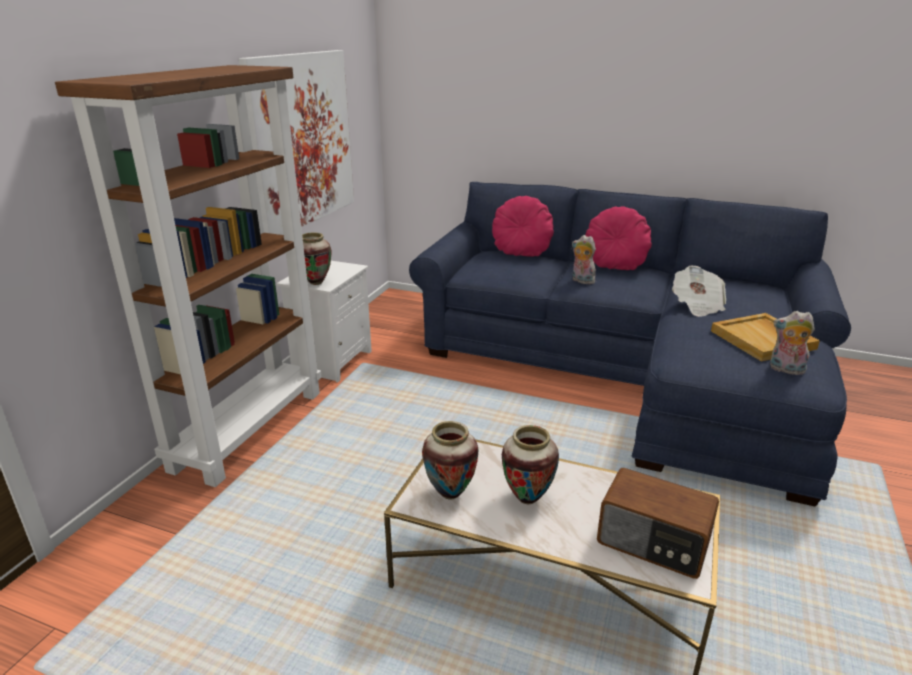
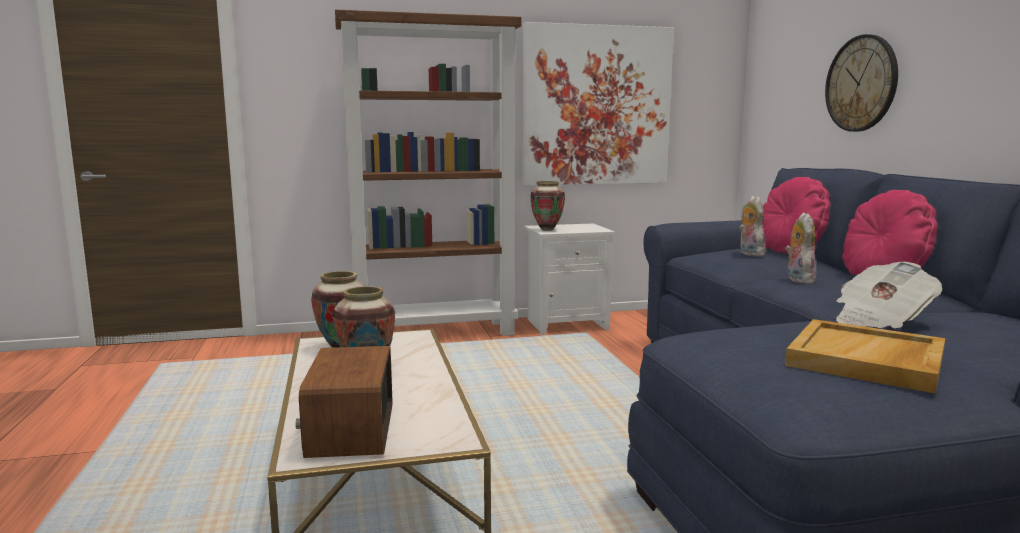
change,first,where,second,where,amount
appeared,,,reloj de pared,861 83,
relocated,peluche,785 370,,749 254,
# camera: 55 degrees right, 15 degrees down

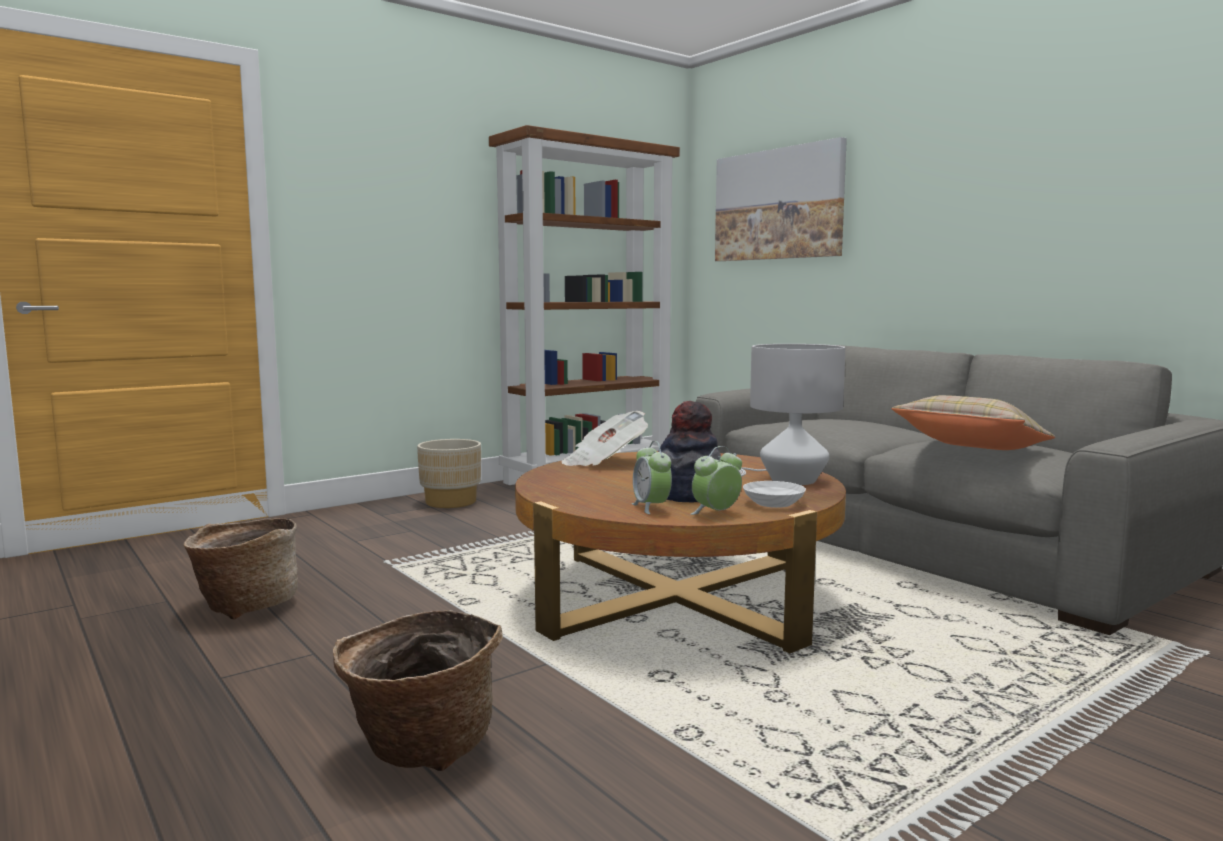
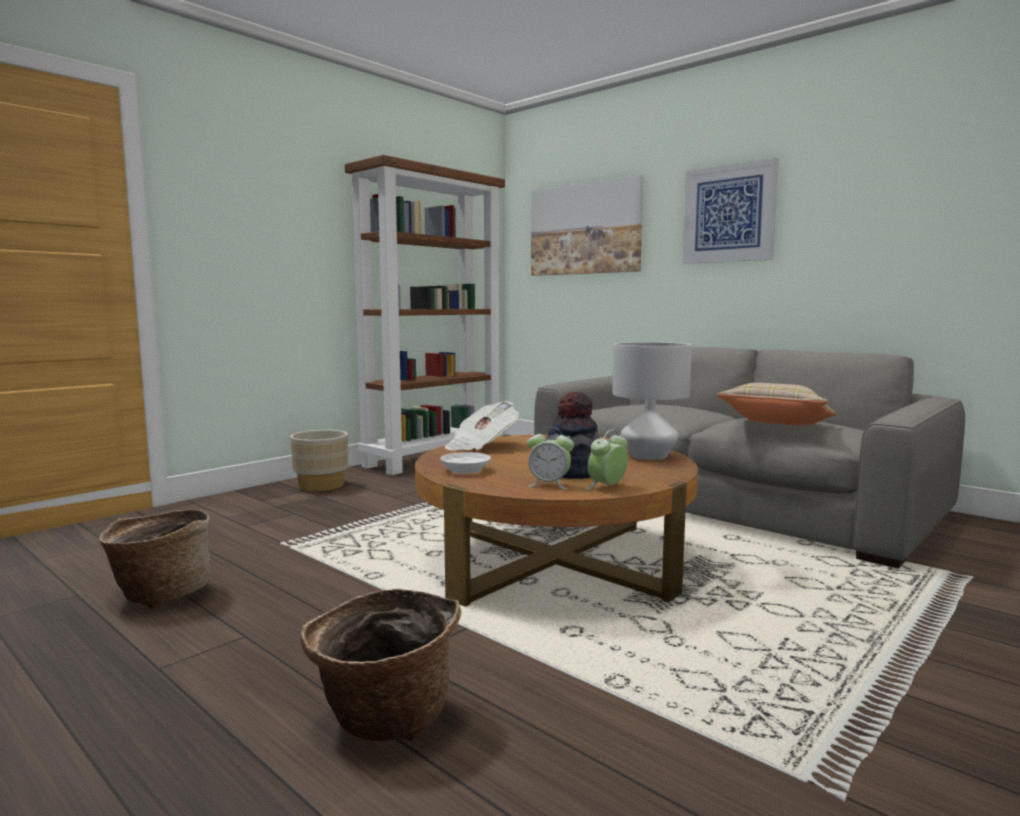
change,first,where,second,where,amount
appeared,,,cuadro,729 214,
relocated,cuenco [blanco],775 503,,467 470,
spun,despertador,651 507,,549 485,45 degrees counterclockwise
# camera: 10 degrees left, 0 degrees up

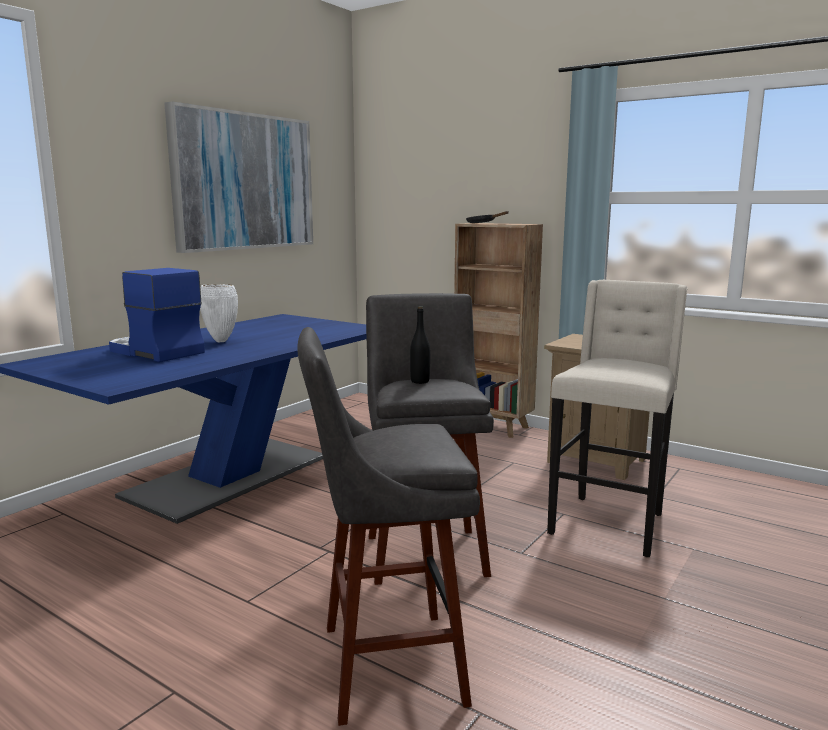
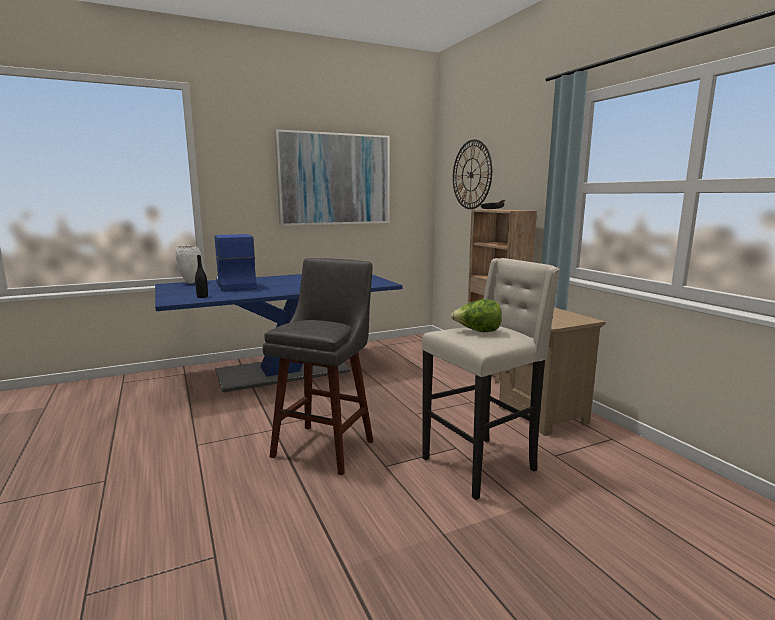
change,first,where,second,where,amount
missing,taburete [gris],385 664,,,
appeared,,,lechuga,477 332,
appeared,,,reloj de pared,471 175,
relocated,florero [blanco],221 341,,191 283,
relocated,botella [negro],420 381,,202 297,
# camera: 30 degrees right, 0 degrees up

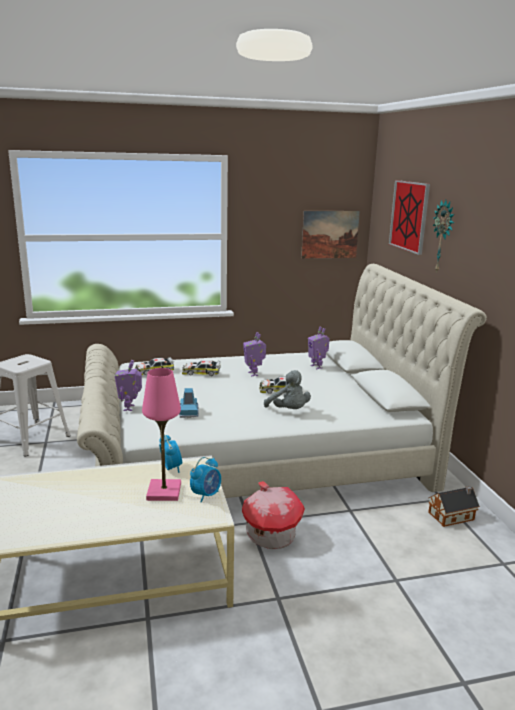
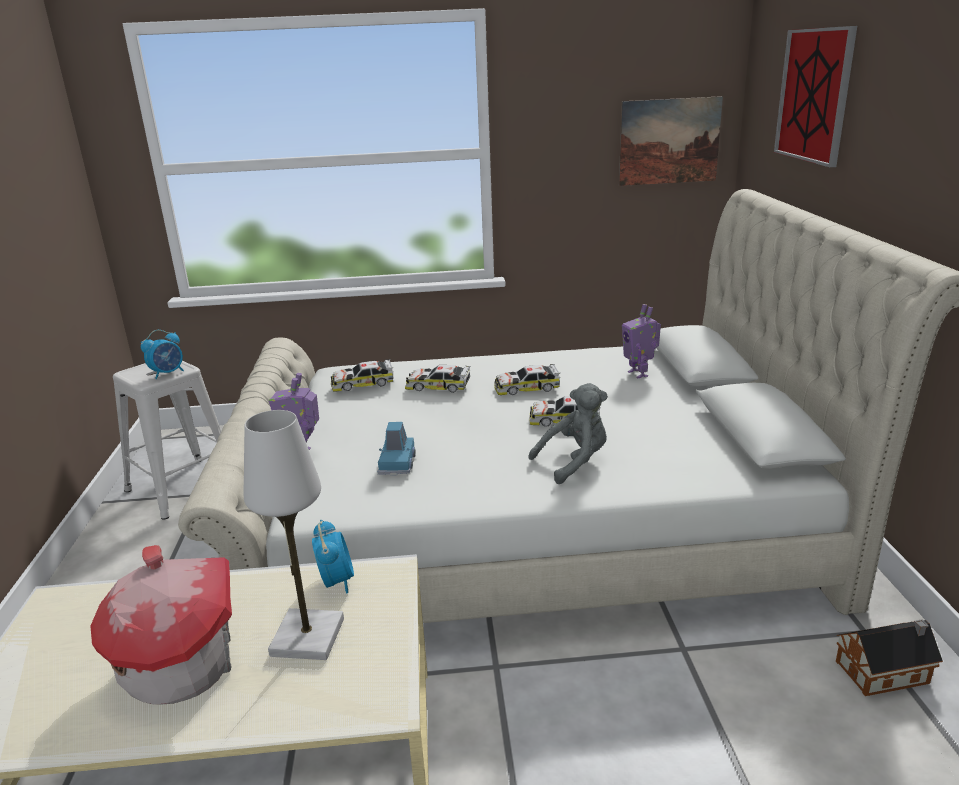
change,first,where,second,where,amount
missing,reloj de pared,444 236,,,
relocated,despertador,206 495,,168 373,
relocated,casita,271 535,,181 665,
exchanged,robot de juguete,254 374,coche de juguete,526 388,
colour,lámpara de mesa [rosa],164 492,lámpara de mesa [blanco],308 637,
spun,peluche [gris],289 411,,574 462,90 degrees counterclockwise
# camera: 10 degrees right, 5 degrees up

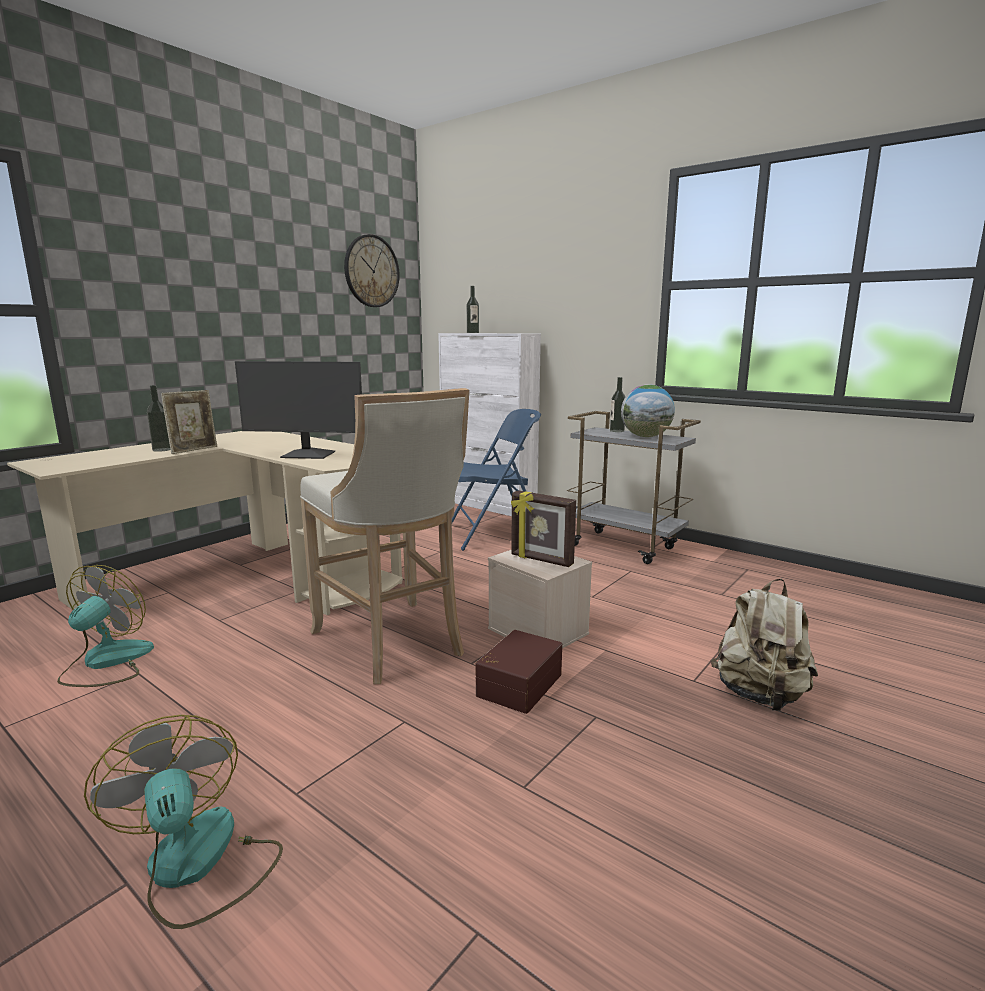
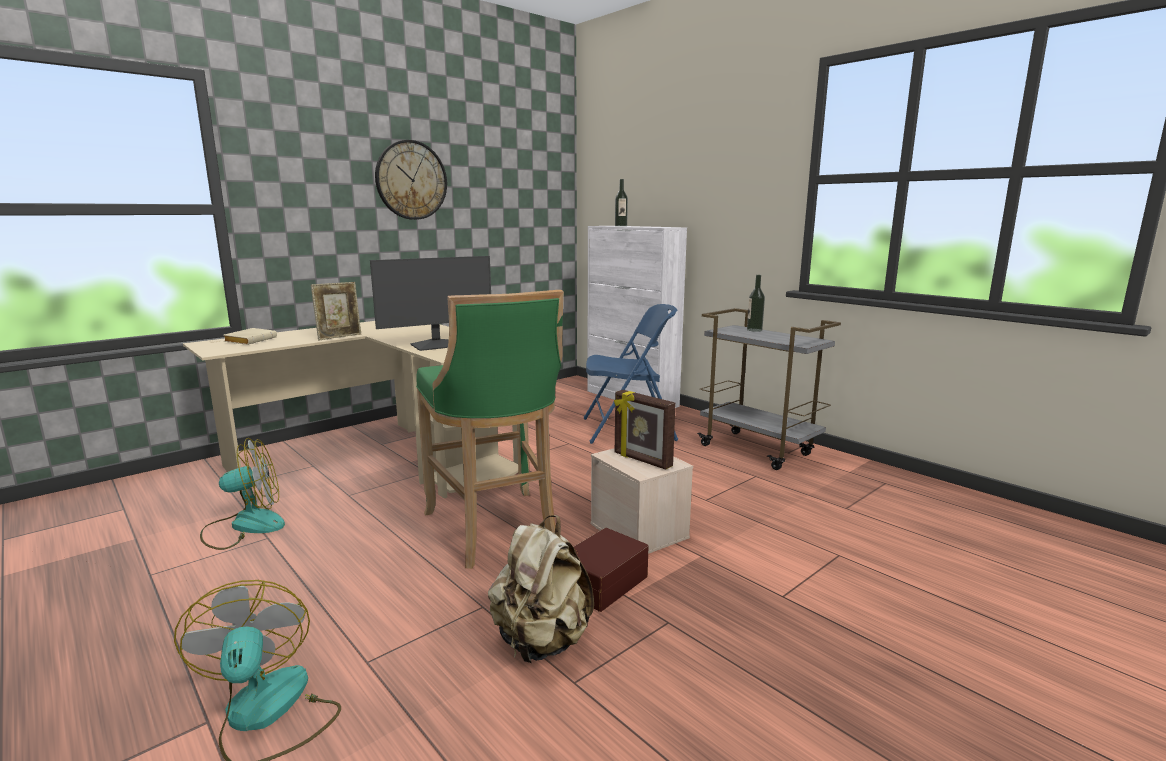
change,first,where,second,where,amount
missing,botella,162 449,,,
missing,globo terráqueo,645 436,,,
appeared,,,libro [beis],251 340,
relocated,reloj de pared,371 271,,411 180,
relocated,mochila [beis],760 695,,541 642,
colour,taburete [beis],393 643,taburete [verde],495 531,
spun,ventilador,106 663,,244 526,45 degrees clockwise
spun,monitor,308 455,,436 345,45 degrees counterclockwise
# camera: 10 degrees right, 0 degrees up

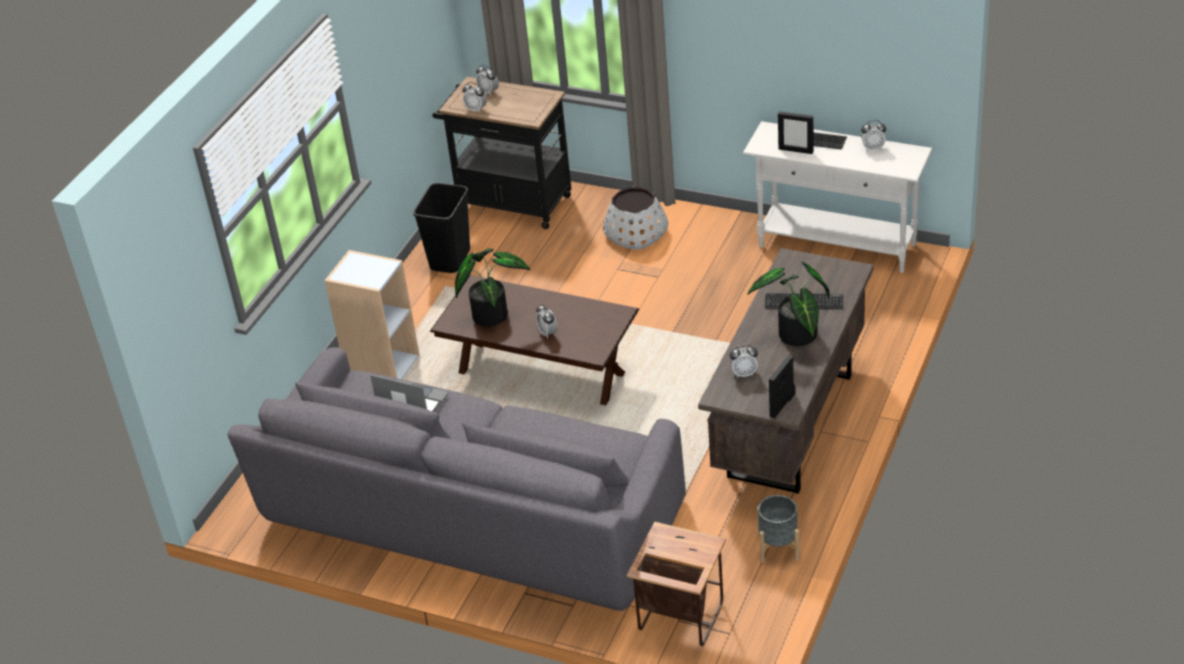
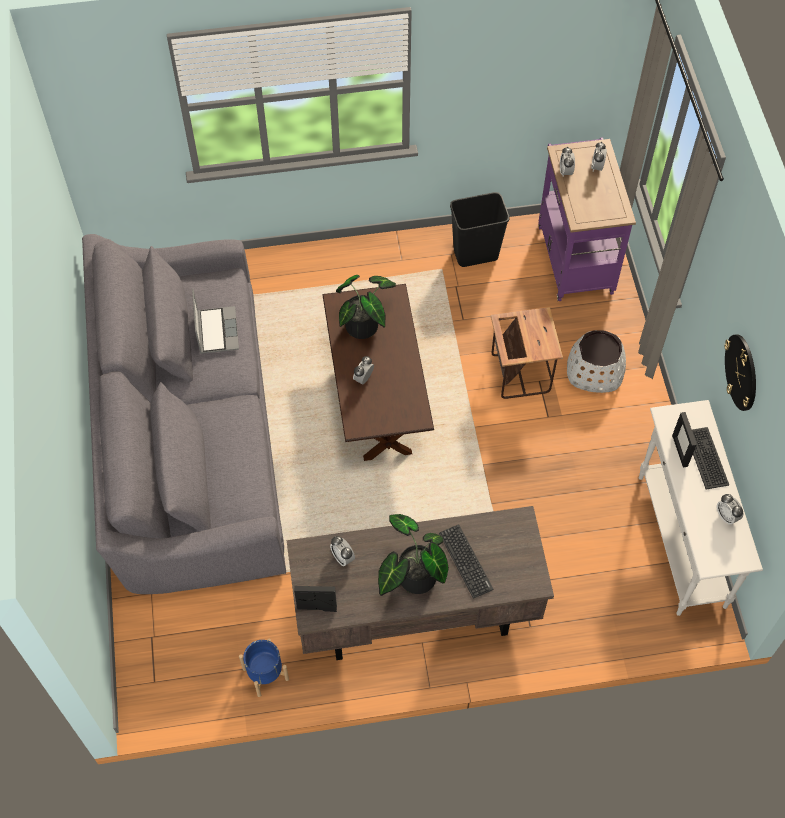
change,first,where,second,where,amount
missing,estantería,382 364,,,
appeared,,,reloj de pared,741 372,
relocated,mesa auxiliar,679 617,,520 373,
colour,carrito [negro],511 204,carrito [morado],574 257,
colour,maceta [gris],778 547,maceta [azul],265 674,
# camera: 55 degrees right, 20 degrees up

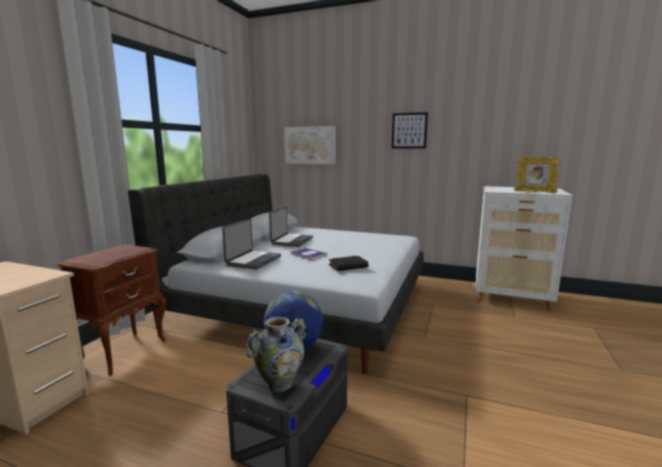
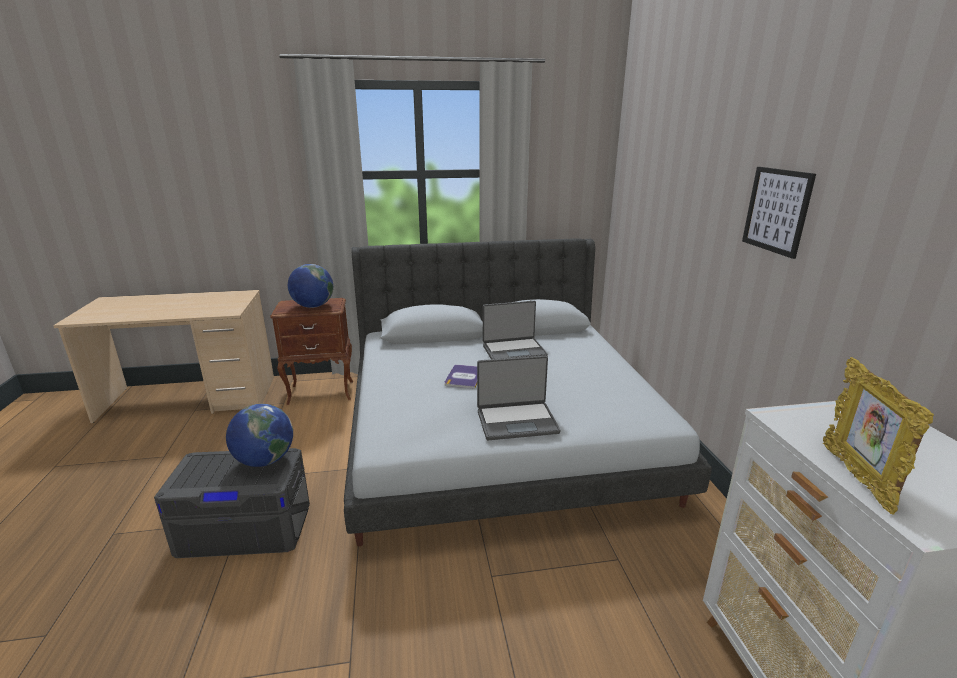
change,first,where,second,where,amount
missing,florero,279 384,,,
missing,cuadro,310 145,,,
missing,libro [negro],348 266,,,
appeared,,,globo terráqueo,313 306,
relocated,portátil,253 260,,517 421,
# camera: 60 degrees right, 10 degrees up

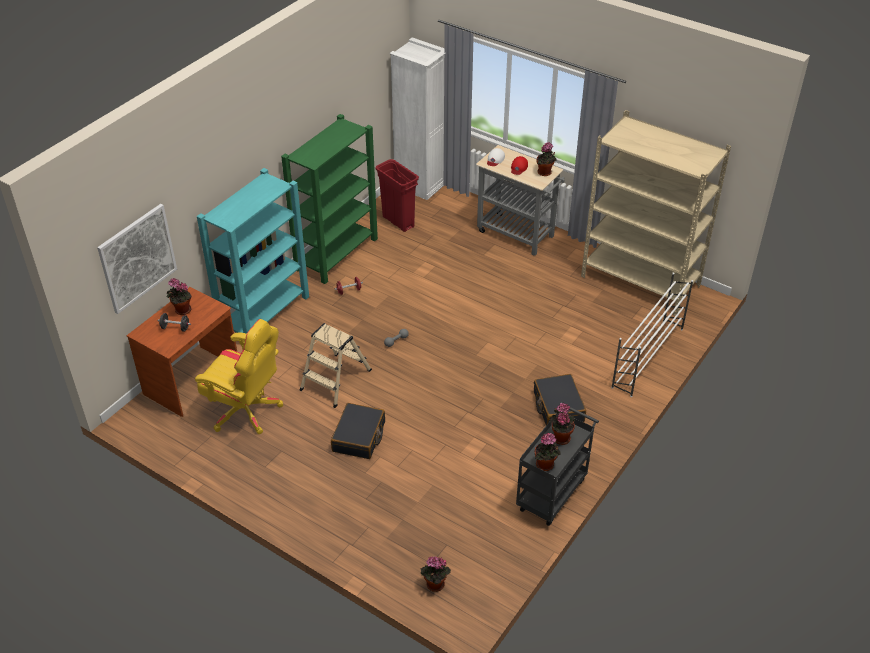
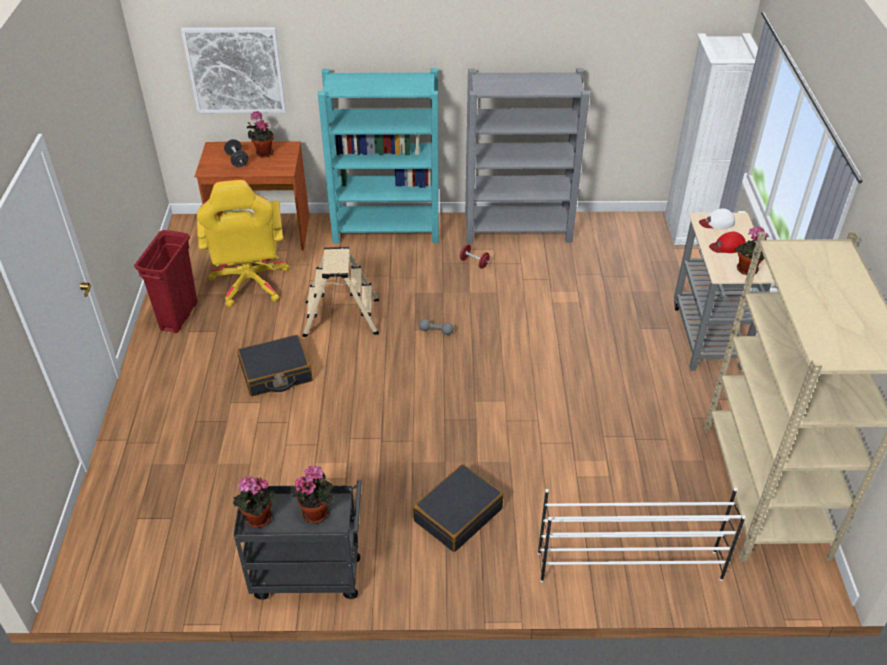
change,first,where,second,where,amount
missing,planta en maceta,434 585,,,
relocated,papelera [rojo],398 222,,179 316,
colour,estantería [verde],336 254,estantería [gris],518 228,
# camera: 55 degrees right, 0 degrees up

